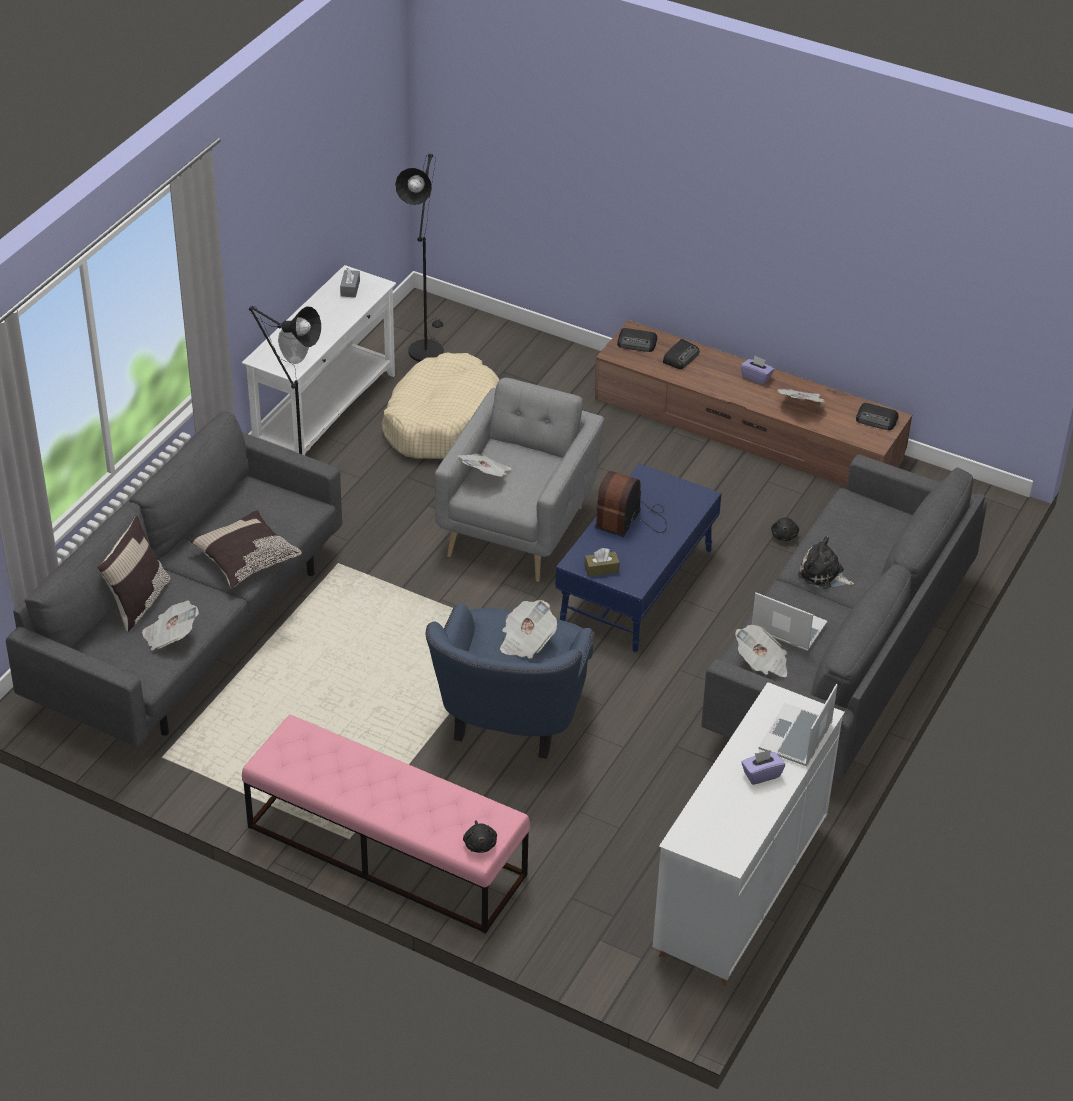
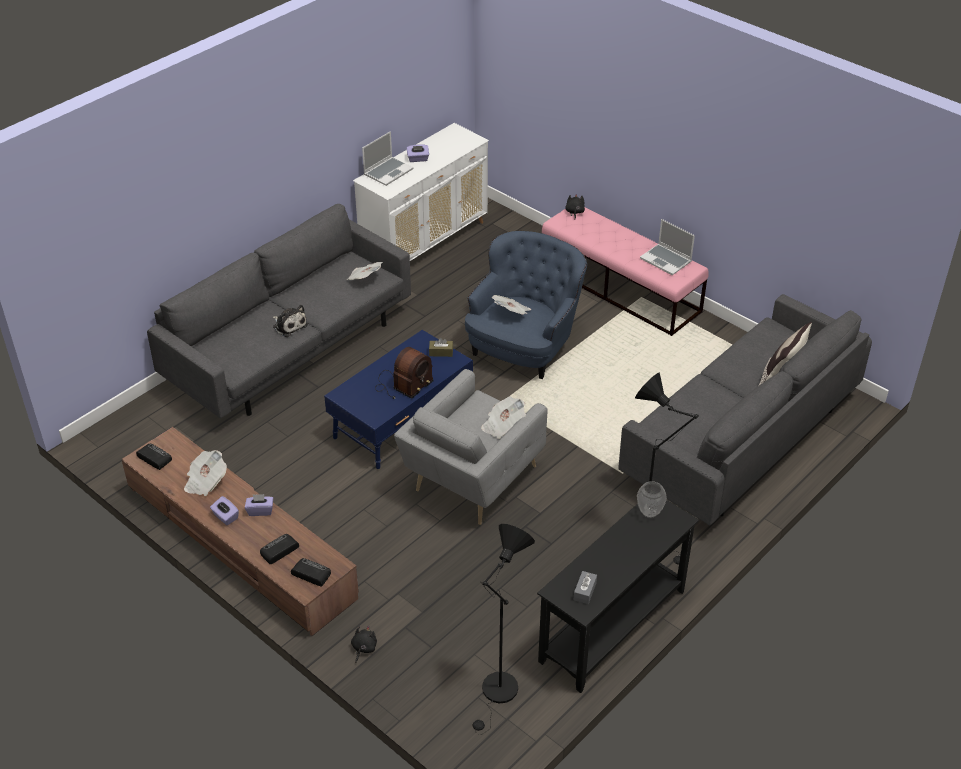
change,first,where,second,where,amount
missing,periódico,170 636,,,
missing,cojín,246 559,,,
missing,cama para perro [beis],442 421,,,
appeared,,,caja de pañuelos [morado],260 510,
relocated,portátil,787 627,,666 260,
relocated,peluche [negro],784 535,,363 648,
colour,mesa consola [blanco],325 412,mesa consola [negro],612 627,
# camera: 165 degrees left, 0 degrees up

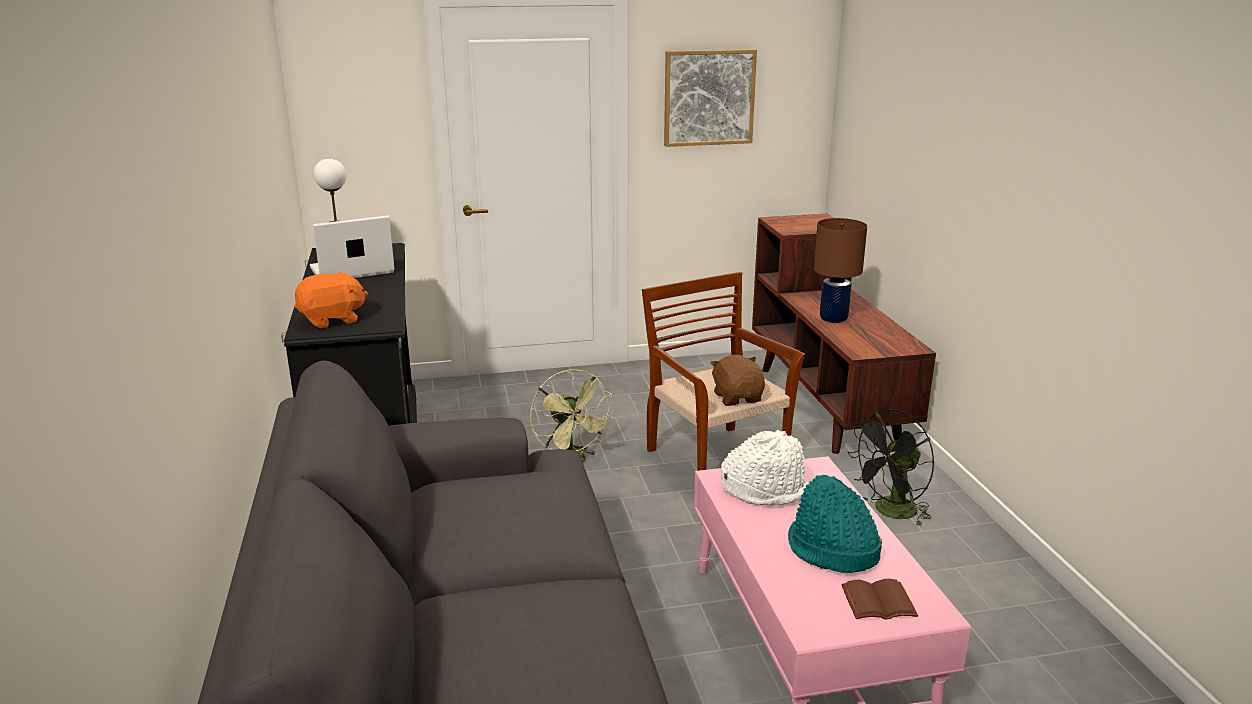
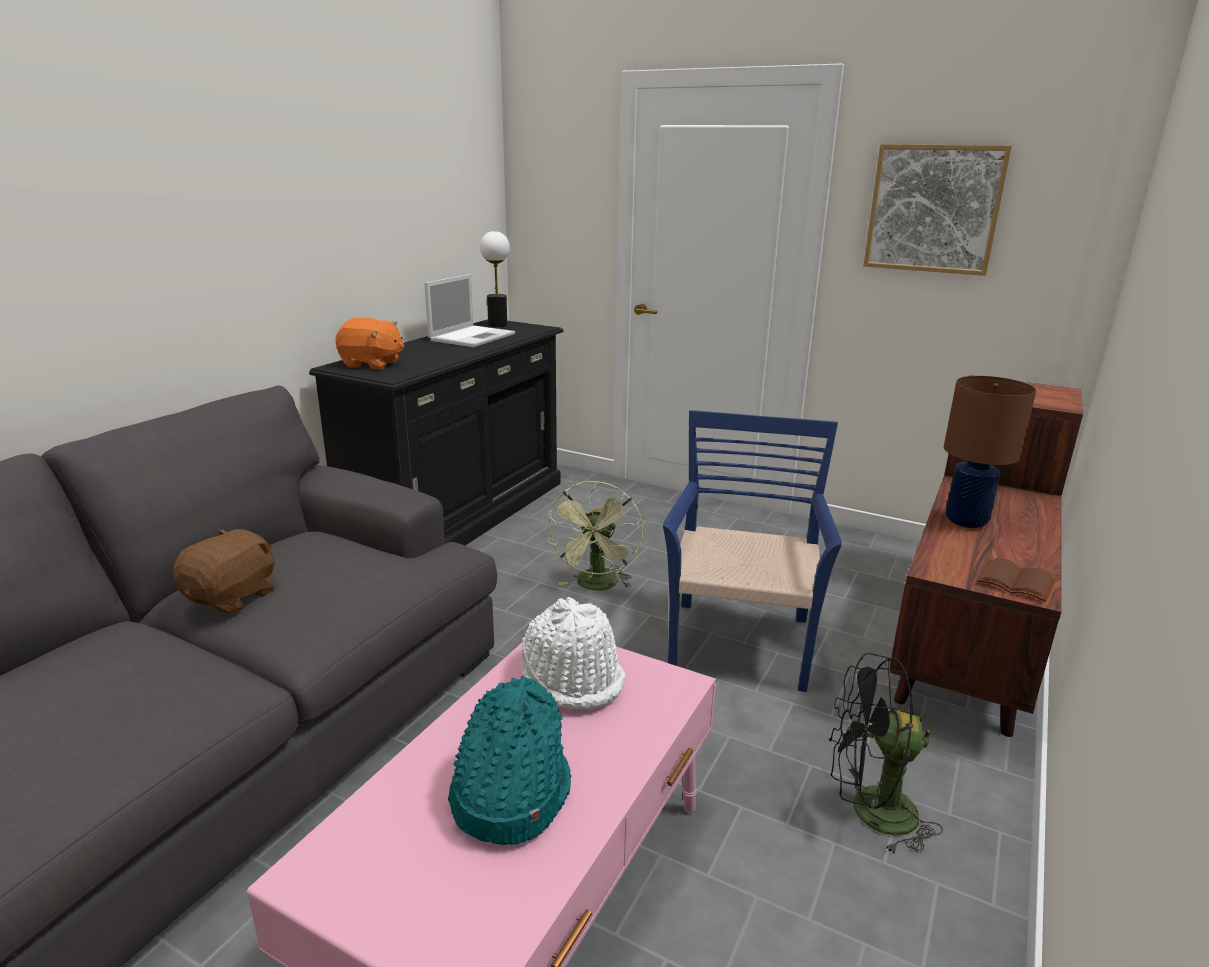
change,first,where,second,where,amount
relocated,peluche [marrón],737 398,,233 597,
relocated,libro [marrón],877 603,,1014 582,
colour,sillón [marrón],715 458,sillón [azul],740 643,
spun,portátil,350 270,,473 337,105 degrees clockwise
# camera: 40 degrees right, 0 degrees up

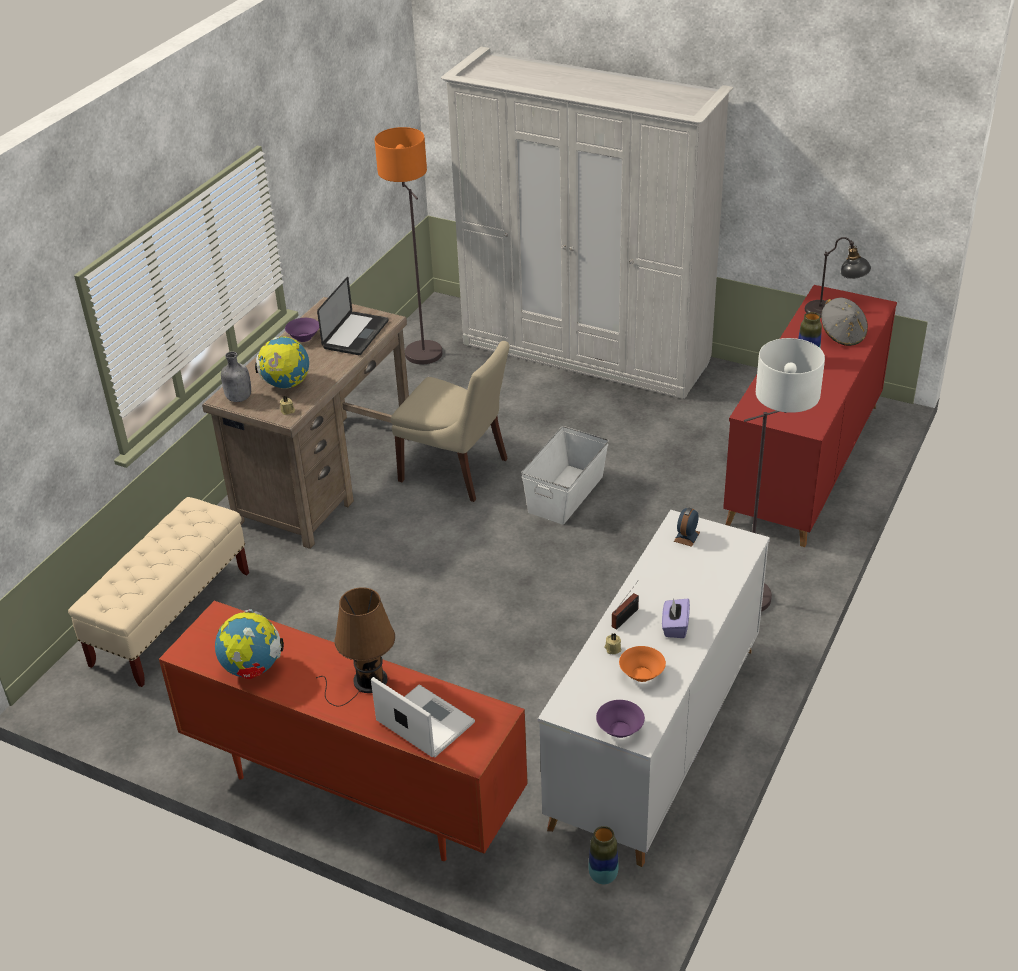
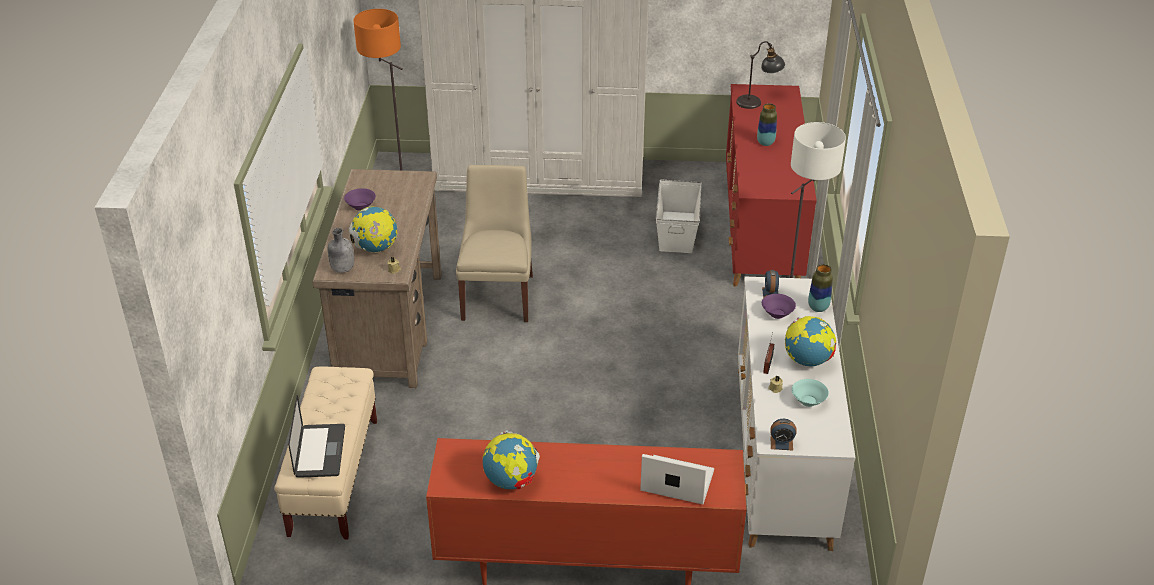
change,first,where,second,where,amount
missing,lámpara de mesa [marrón],366 682,,,
missing,sombrero [gris],842 335,,,
appeared,,,despertador,781 443,
relocated,portátil,355 335,,320 452,
relocated,caja de almacenaje [blanco],566 494,,677 231,
relocated,florero,603 876,,818 307,
relocated,cuenco [morado],620 730,,777 314,
exchanged,caja de pañuelos [morado],675 627,globo terráqueo,807 361,
colour,cuenco [naranja],642 674,cuenco [turquesa],808 400,
spun,silla [beis],457 471,,498 295,90 degrees counterclockwise
# camera: 25 degrees left, 0 degrees up

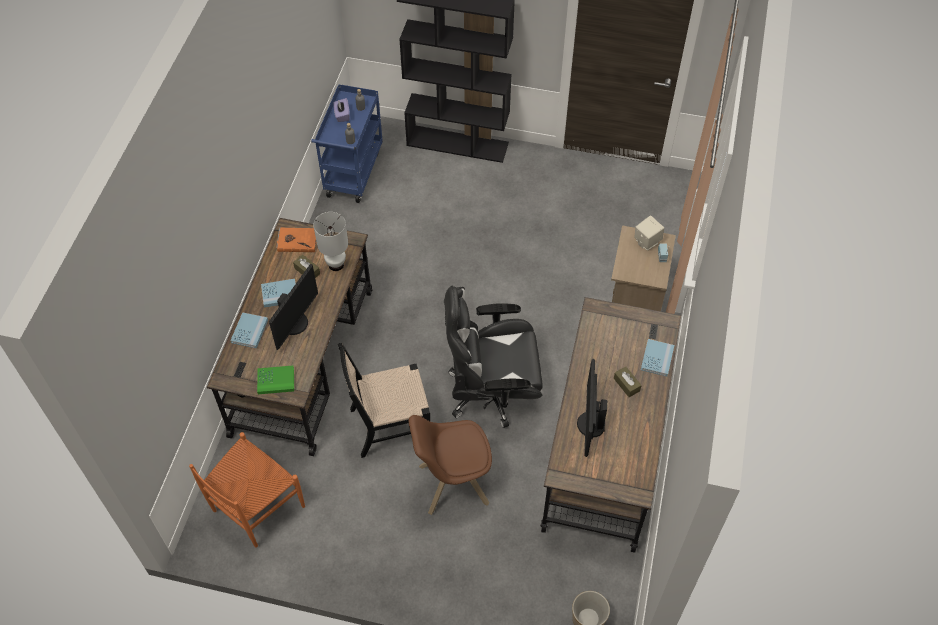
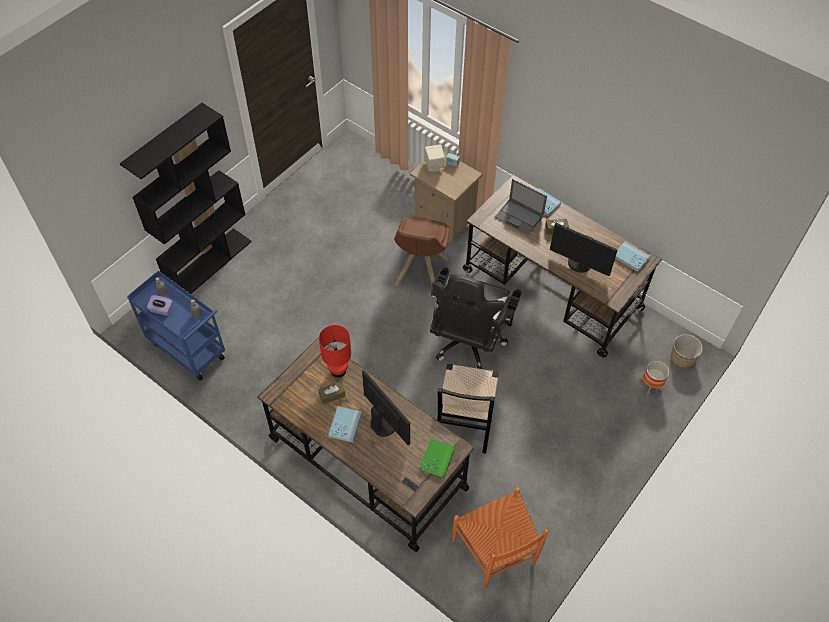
change,first,where,second,where,amount
missing,libro [naranja],297 240,,,
appeared,,,portátil,519 217,
appeared,,,maceta,651 385,
relocated,libro [azul],249 331,,630 257,
relocated,silla [marrón],452 484,,421 272,
colour,lámpara de mesa [blanco],336 265,lámpara de mesa [rojo],338 371,
# camera: 65 degrees left, 0 degrees up

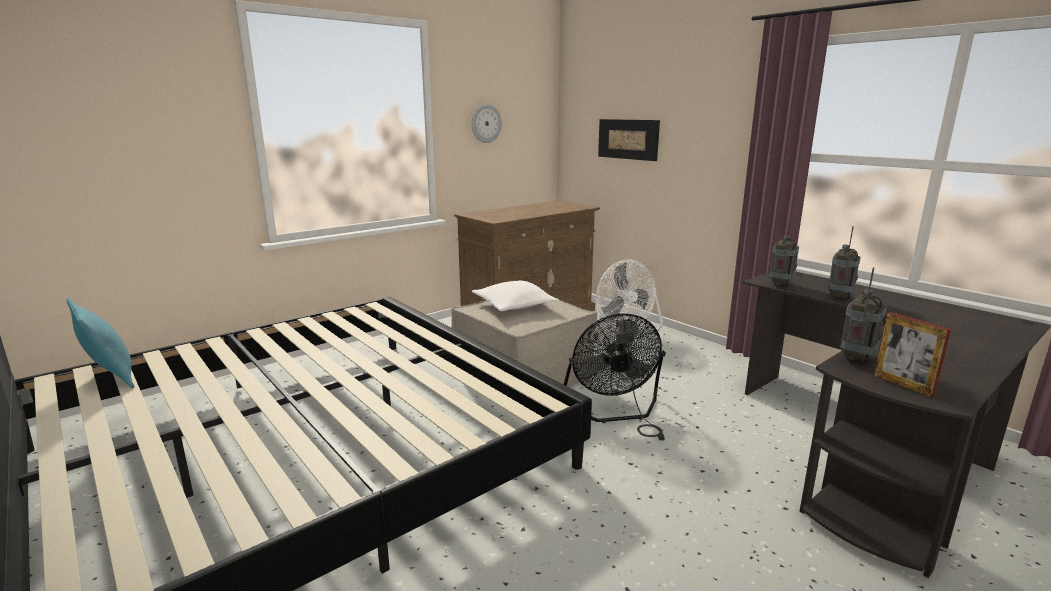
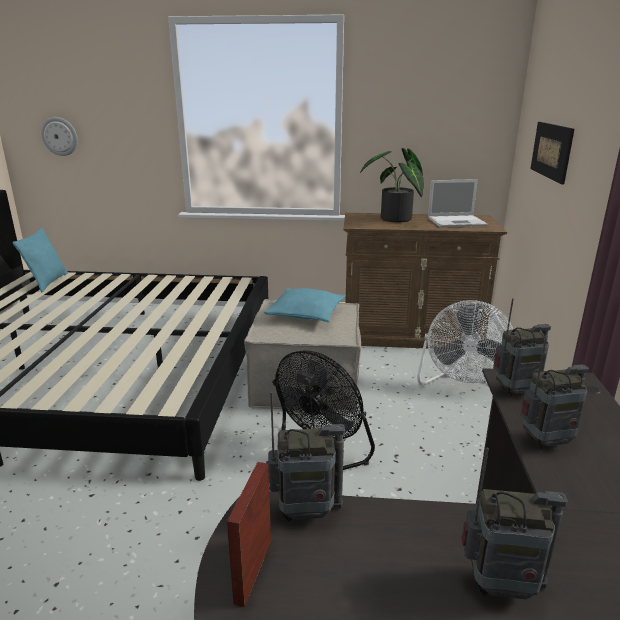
change,first,where,second,where,amount
appeared,,,planta en maceta,395 220,
appeared,,,portátil,457 221,
appeared,,,radio,501 587,
relocated,reloj de pared,485 123,,59 136,
colour,cojín [blanco],514 305,cojín [turquesa],306 313,
# camera: 45 degrees right, 5 degrees up

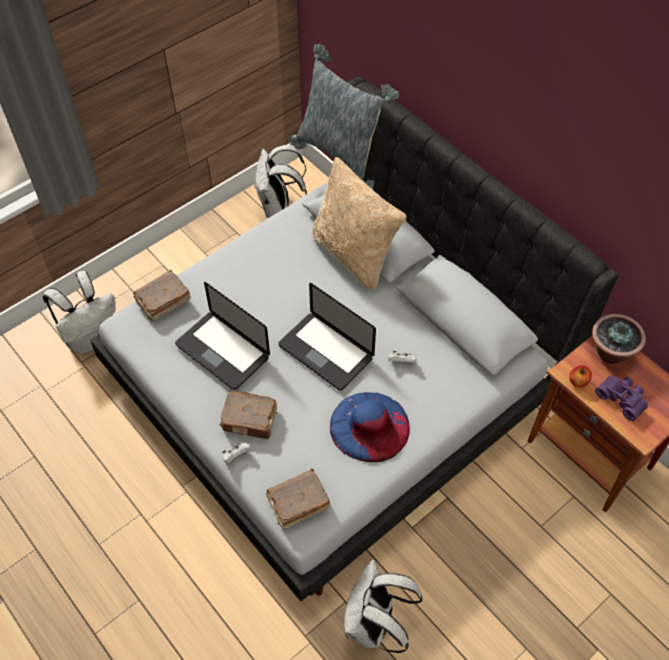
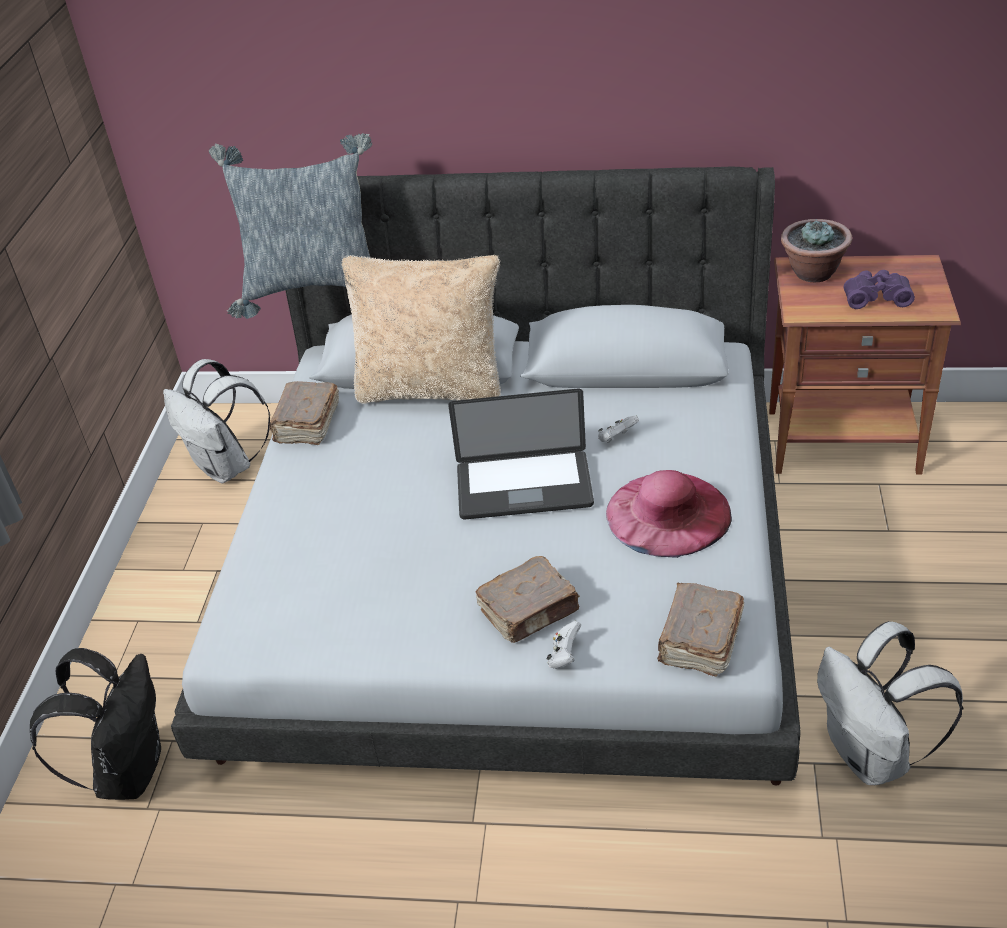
change,first,where,second,where,amount
missing,portátil,222 351,,,
missing,manzana,578 381,,,
relocated,libro [marrón],162 302,,307 424,
colour,mochila [blanco],91 338,mochila [negro],129 770,
colour,sombrero [azul],369 426,sombrero [rosa],668 513,
# camera: 40 degrees left, 15 degrees down

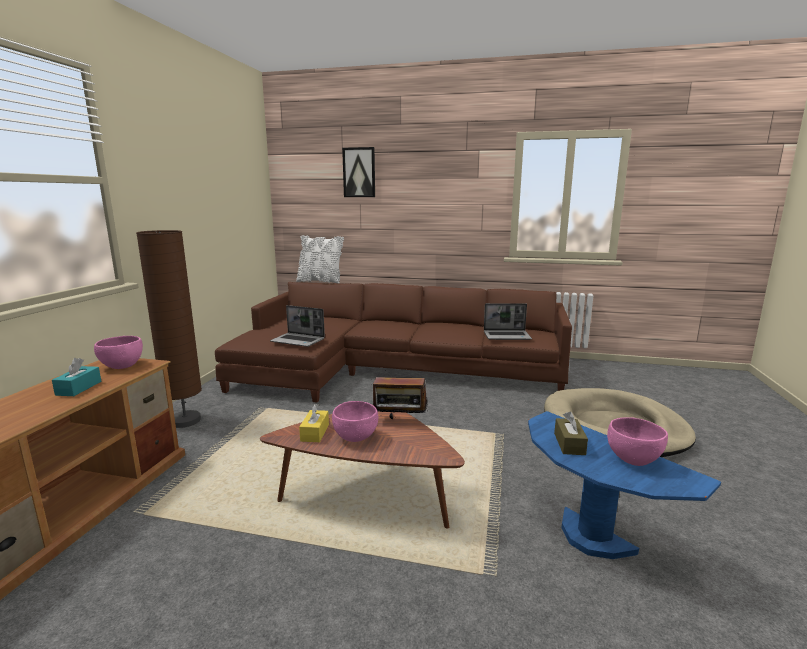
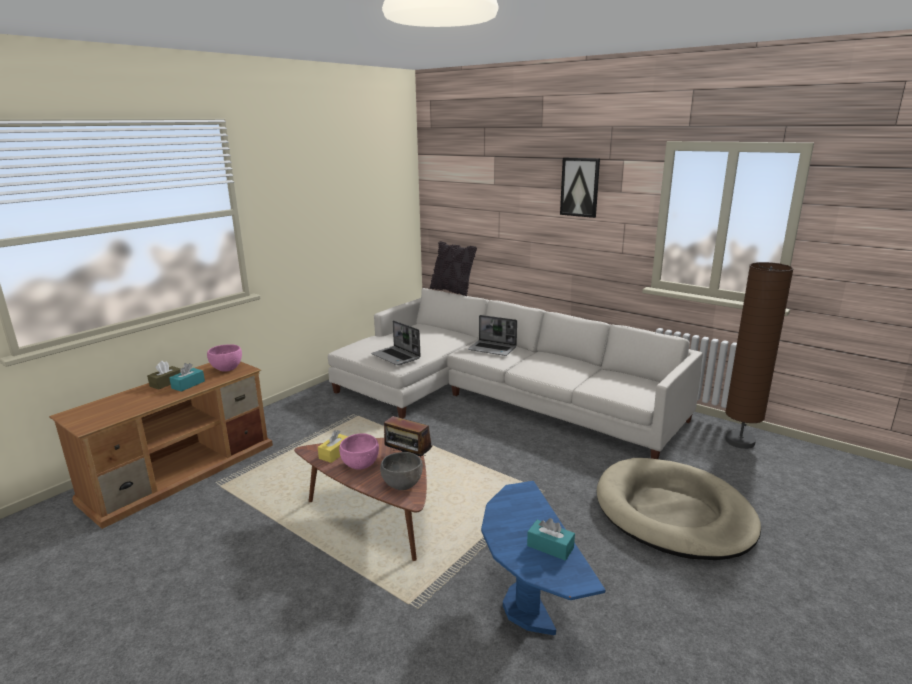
change,first,where,second,where,amount
appeared,,,cuenco [gris],403 485,
relocated,lámpara de pie [marrón],185 421,,740 441,
relocated,cuadro,359 172,,580 187,
relocated,portátil,507 336,,493 349,
relocated,caja de pañuelos [marrón],569 444,,166 383,
exchanged,cuenco [rosa],633 459,caja de pañuelos [turquesa],550 547,
colour,sofá [marrón],388 369,sofá [blanco],495 394,
colour,cojín [blanco],320 281,cojín [negro],452 291,
# camera: 25 degrees right, 5 degrees up

